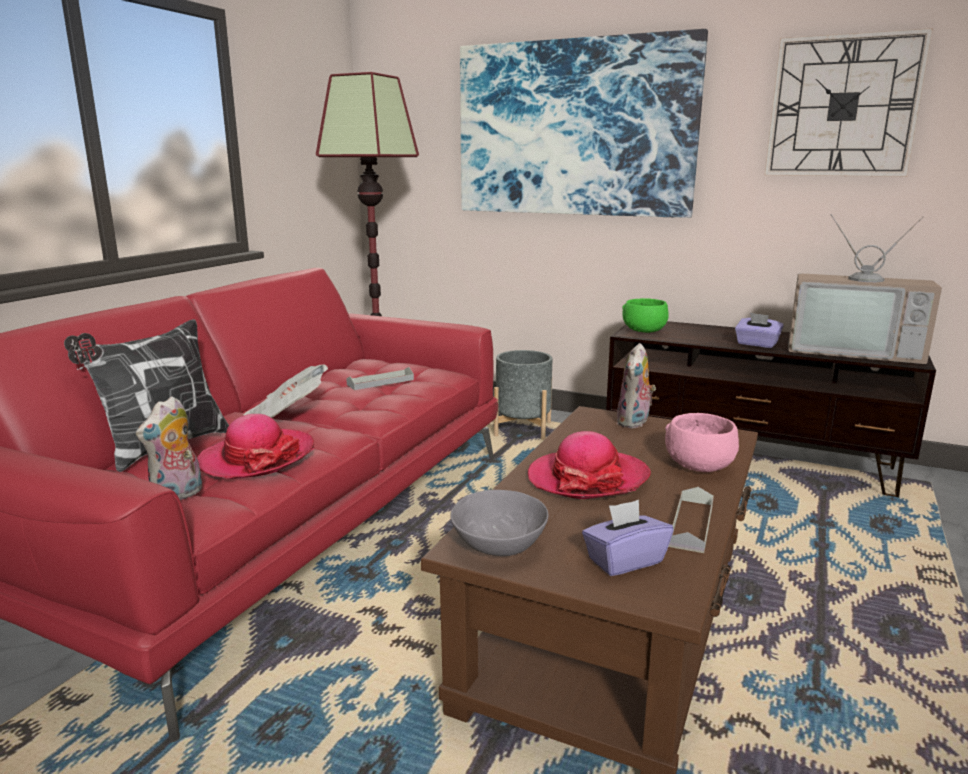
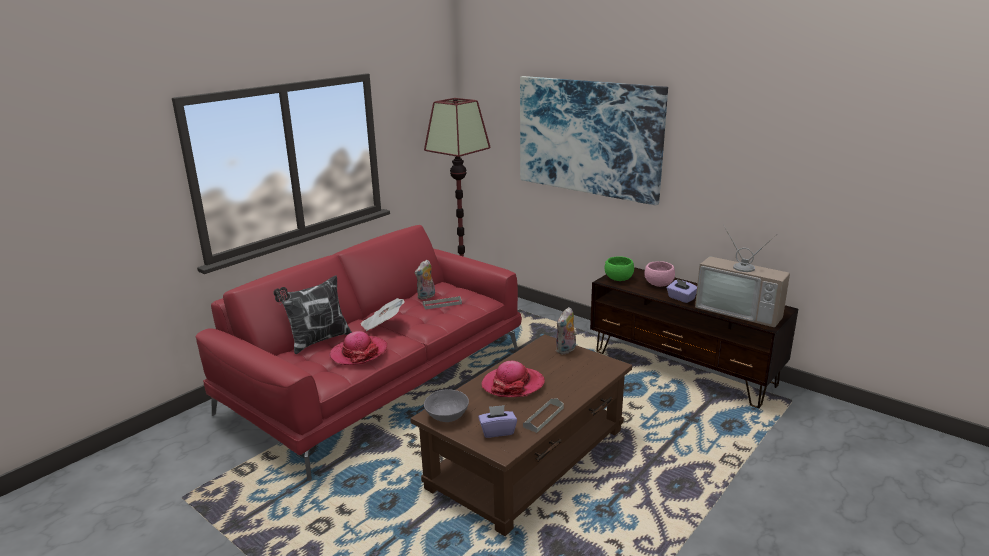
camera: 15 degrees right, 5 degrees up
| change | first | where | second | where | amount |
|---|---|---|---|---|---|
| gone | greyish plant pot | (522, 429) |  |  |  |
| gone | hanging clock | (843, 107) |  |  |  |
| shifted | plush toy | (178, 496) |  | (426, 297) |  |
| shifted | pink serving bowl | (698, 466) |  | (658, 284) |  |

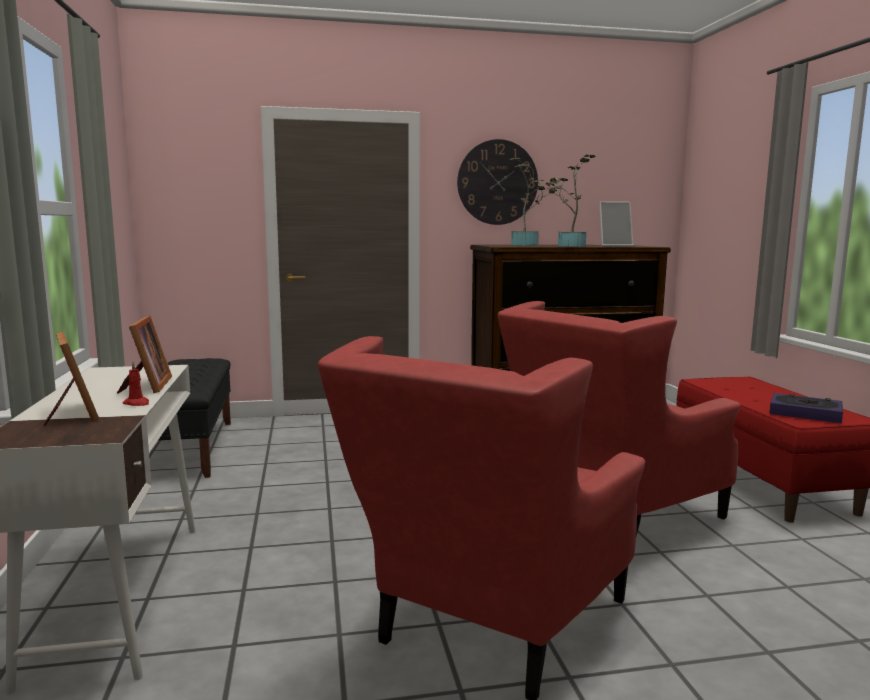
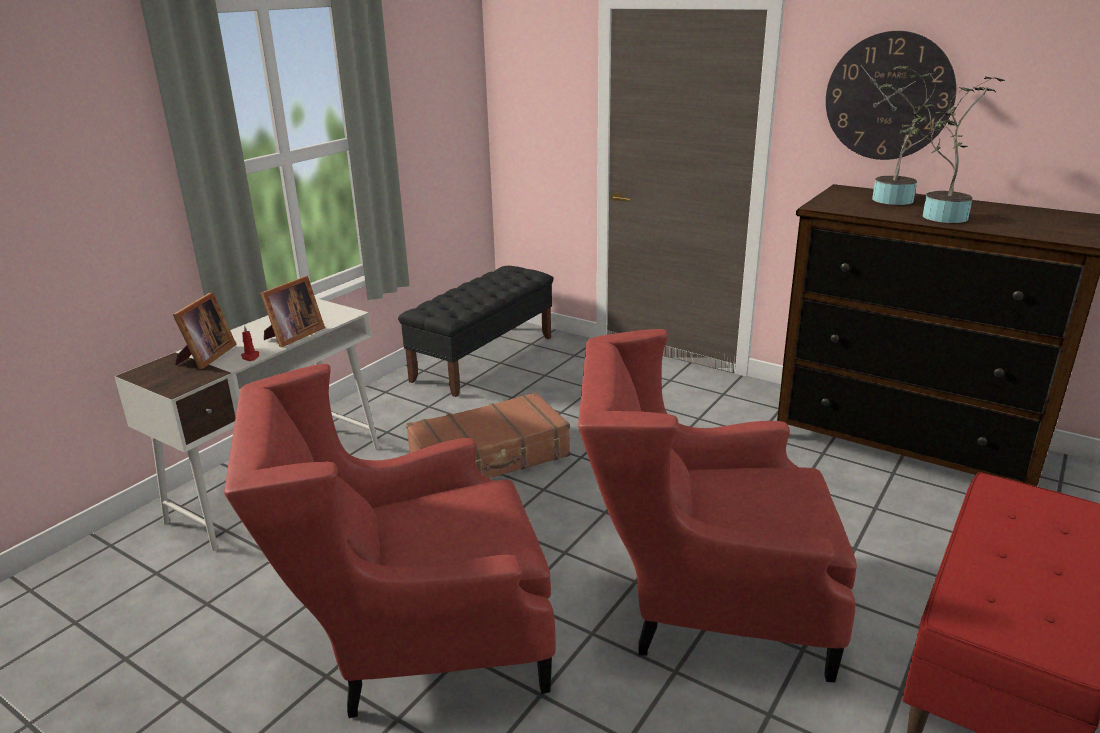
camera: 45 degrees right, 15 degrees up
| change | first | where | second | where | amount |
|---|---|---|---|---|---|
| gone | standing frame | (614, 246) |  |  |  |
| gone | book | (805, 413) |  |  |  |
| new |  |  | brown-coloured suitcase | (490, 457) |  |

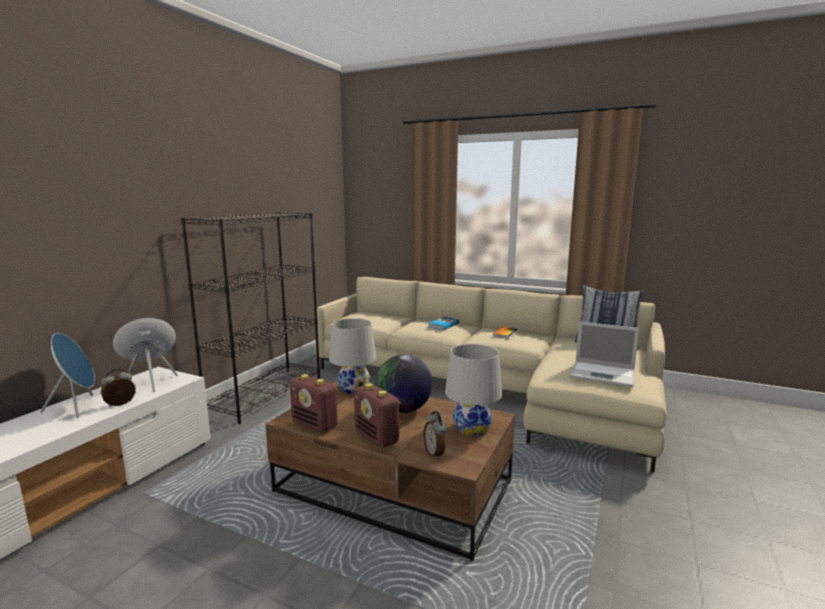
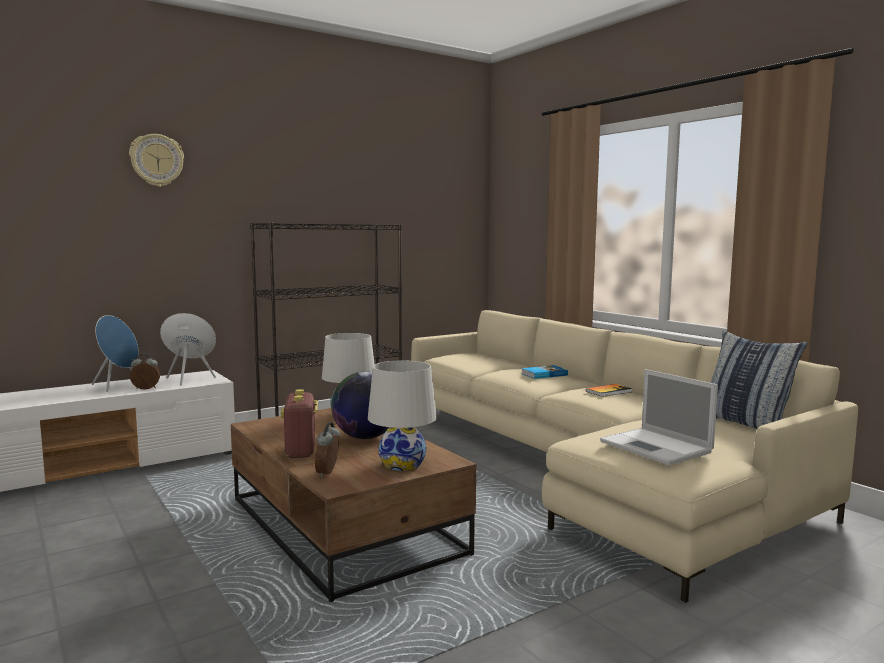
camera: 30 degrees right, 5 degrees down
| change | first | where | second | where | amount |
|---|---|---|---|---|---|
| gone | radio | (315, 425) |  |  |  |
| new |  |  | hanging clock | (156, 160) |  |

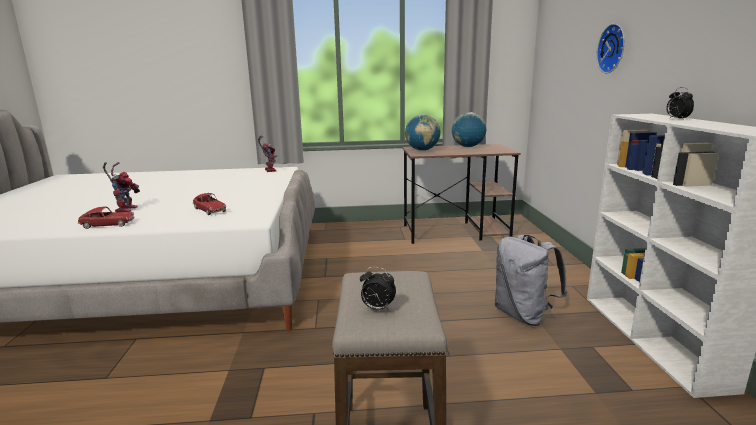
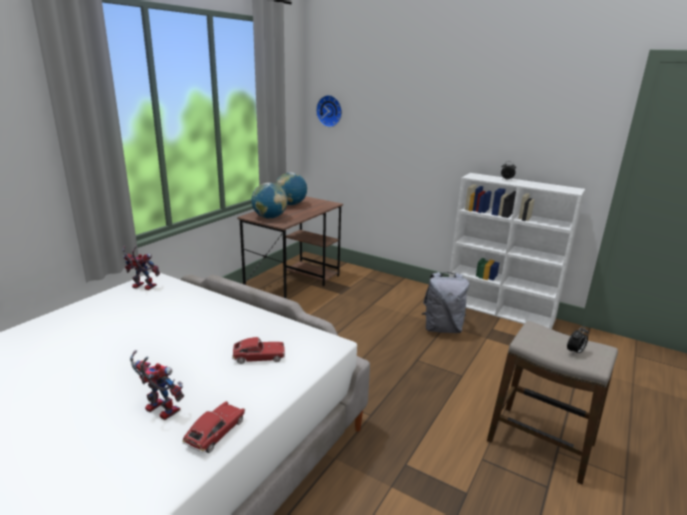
camera: 55 degrees left, 5 degrees up
| change | first | where | second | where | amount |
|---|---|---|---|---|---|
| shifted | hanging clock | (613, 48) |  | (330, 111) |  |

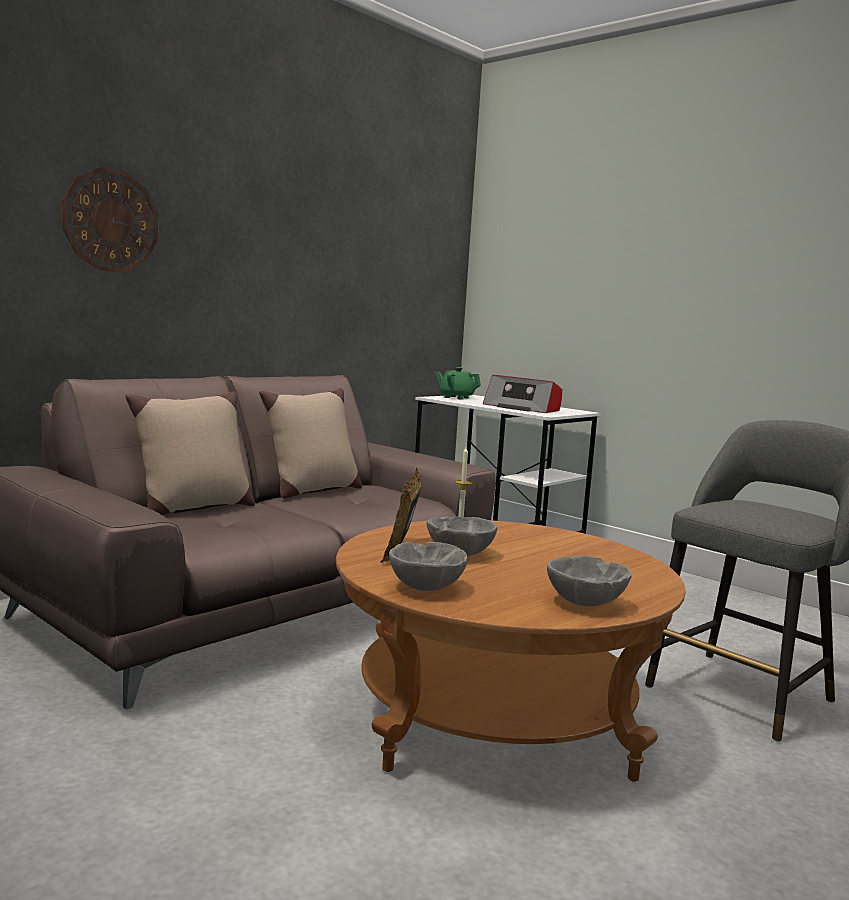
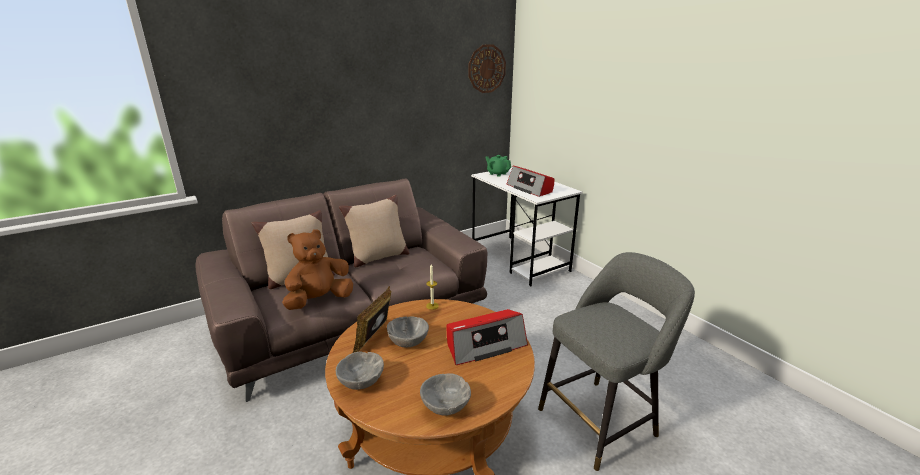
camera: 15 degrees right, 15 degrees up
| change | first | where | second | where | amount |
|---|---|---|---|---|---|
| new |  |  | brown-coloured plush toy | (319, 300) |  |
| new |  |  | radio | (485, 345) |  |
| shifted | hanging clock | (111, 221) |  | (486, 69) |  |

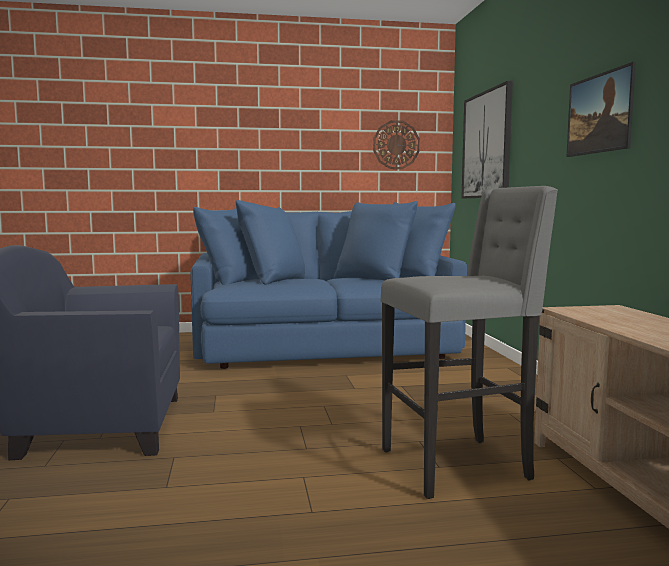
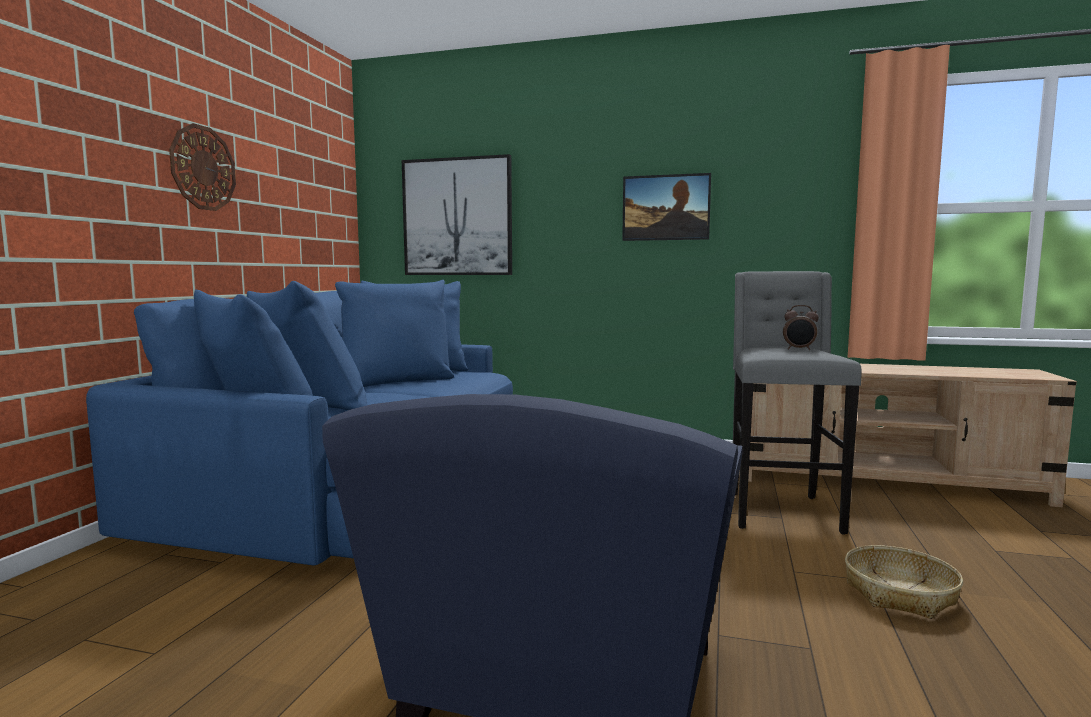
camera: 65 degrees left, 0 degrees up
| change | first | where | second | where | amount |
|---|---|---|---|---|---|
| new |  |  | table clock | (799, 349) |  |
| new |  |  | basket | (900, 593) |  |
| shifted | hanging clock | (396, 145) |  | (203, 168) |  |

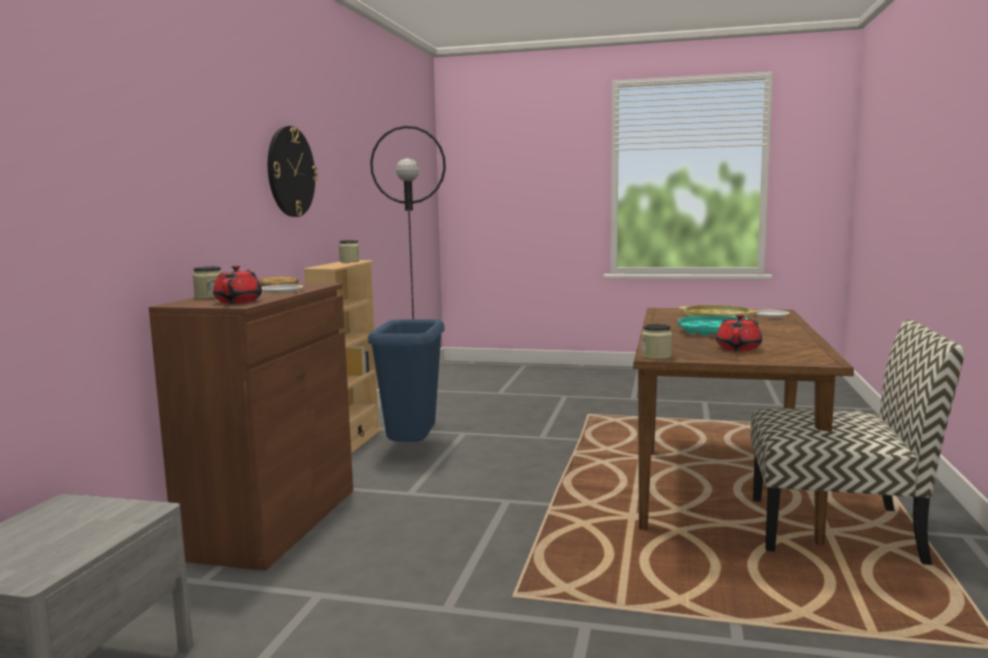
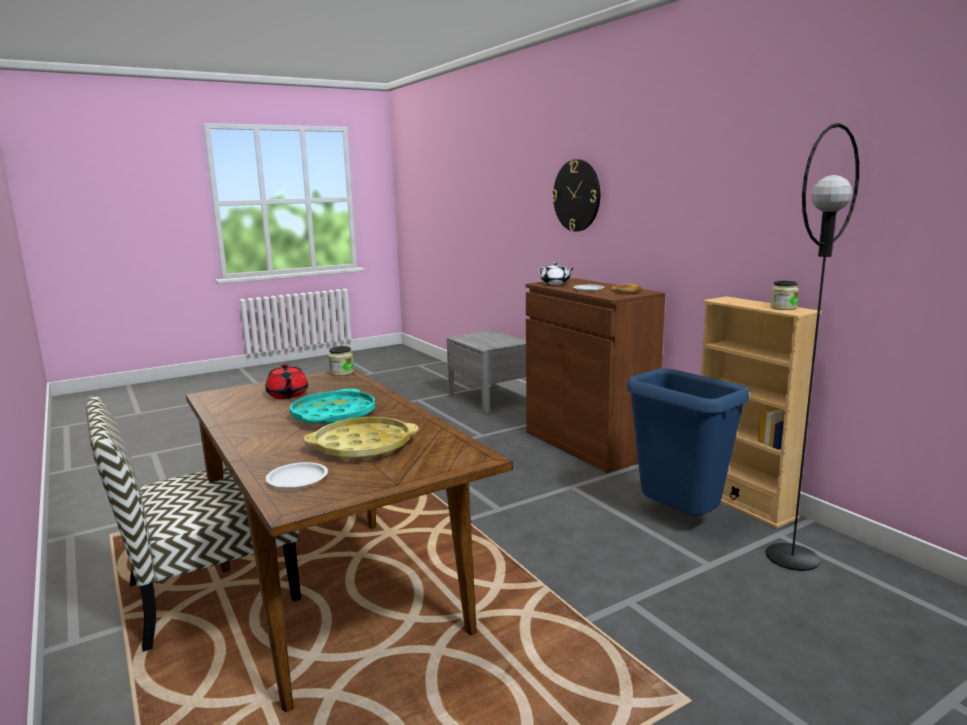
camera: 135 degrees right, 5 degrees up
| change | first | where | second | where | amount |
|---|---|---|---|---|---|
| gone | jar | (209, 297) |  |  |  |
| shifted | hanging clock | (290, 172) |  | (577, 195) |  |
| repainted | reddish pot for tea | (239, 301) | white pot for tea | (555, 284) |  |

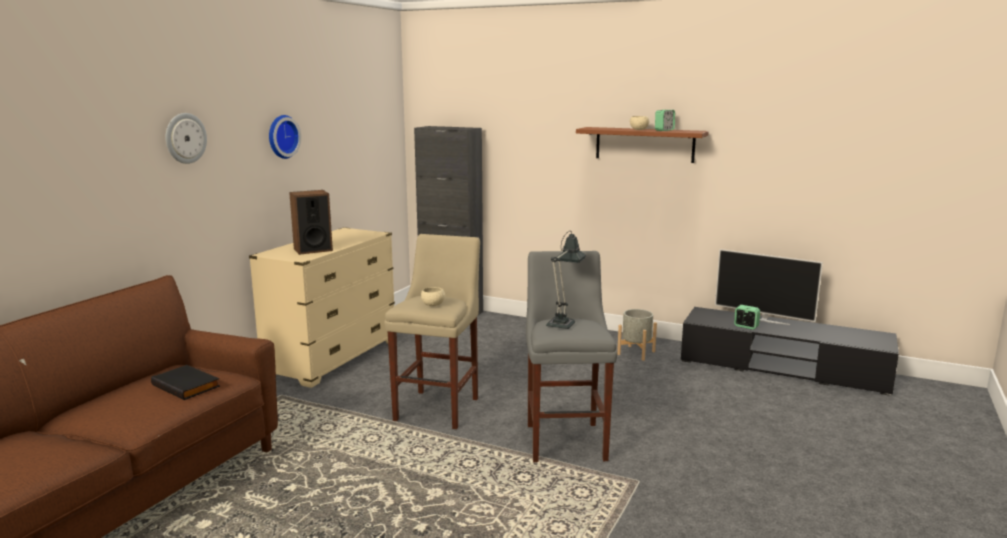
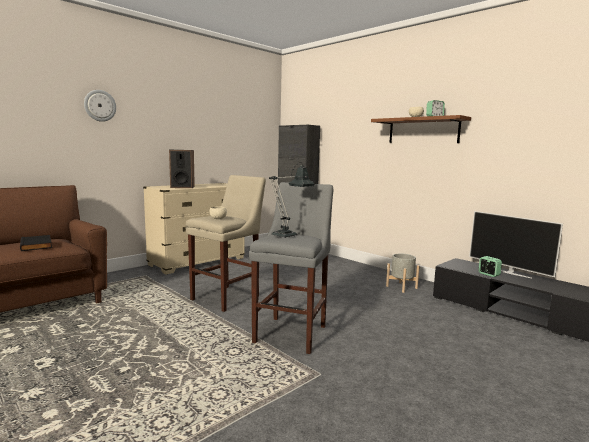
camera: 20 degrees right, 5 degrees down
| change | first | where | second | where | amount |
|---|---|---|---|---|---|
| gone | hanging clock | (281, 136) |  |  |  |

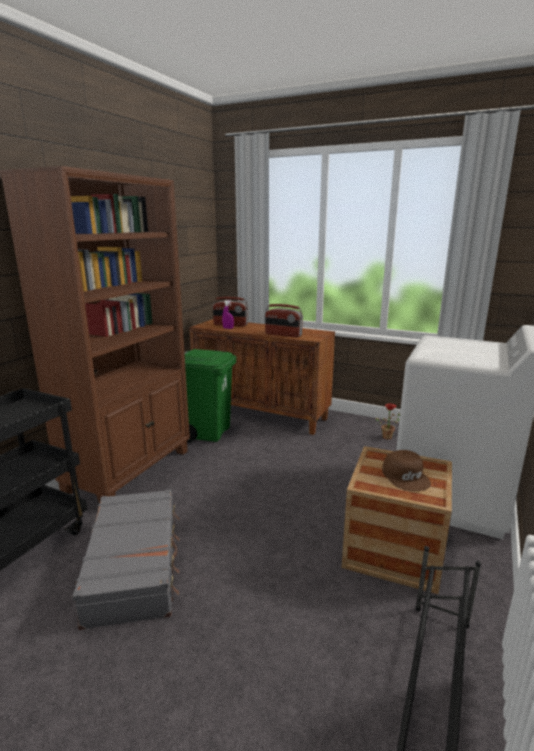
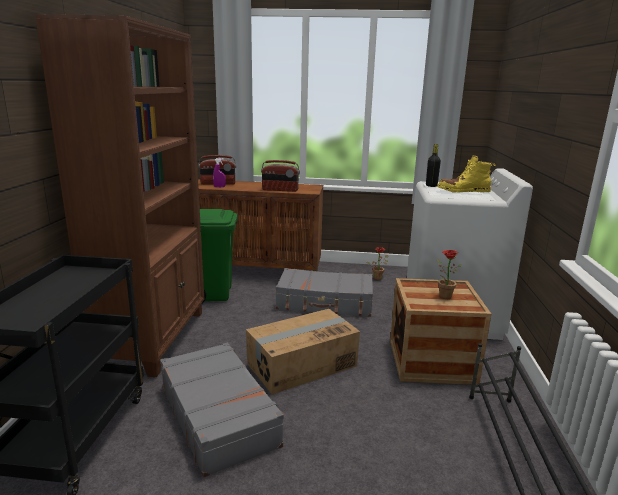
camera: 20 degrees left, 0 degrees up
| change | first | where | second | where | amount |
|---|---|---|---|---|---|
| new |  |  | carton | (301, 364) |  |
| new |  |  | greyish suitcase | (325, 303) |  |
| new |  |  | black-coloured drink bottle | (431, 186) |  |
| new |  |  | yellowish boot | (463, 191) |  |
| swapped | brown-coloured baseball cap | (406, 476) | potted plant | (443, 295) |  |

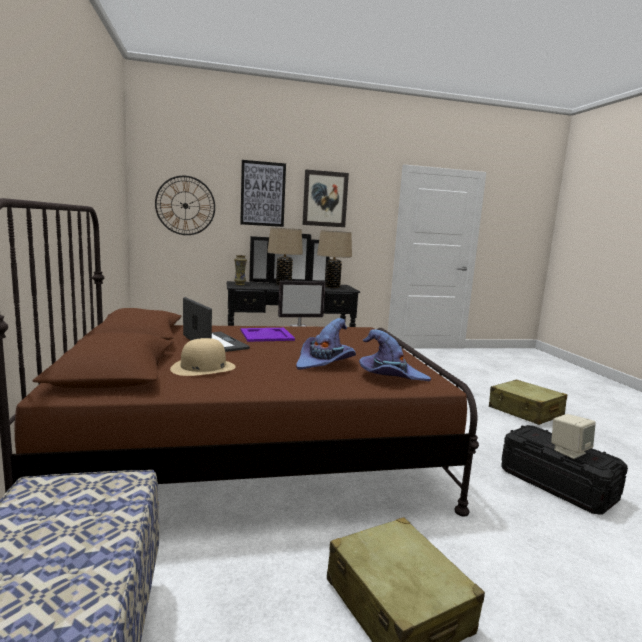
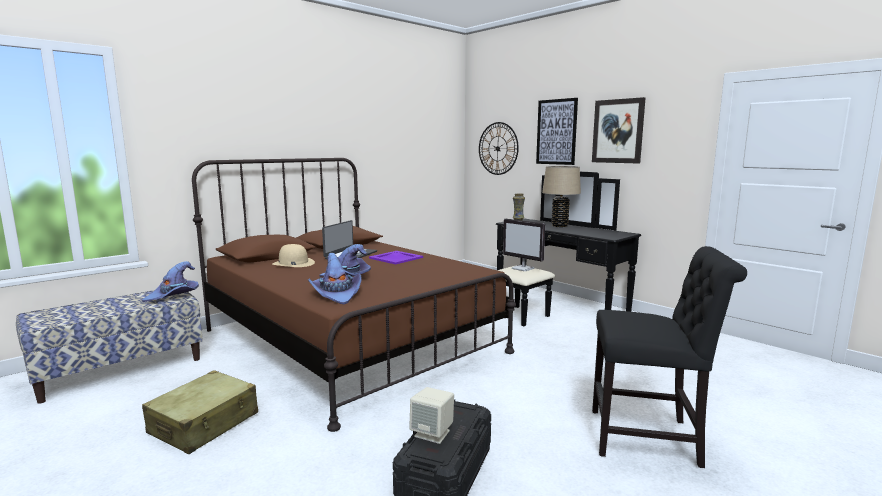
camera: 60 degrees right, 0 degrees up
| change | first | where | second | where | amount |
|---|---|---|---|---|---|
| gone | beige-coloured tabletop lamp | (332, 287) |  |  |  |
| new |  |  | purple wearable hat | (174, 296) |  |
| swapped | beige-coloured suitcase | (525, 412) | black-coloured chair | (650, 438) |  |

